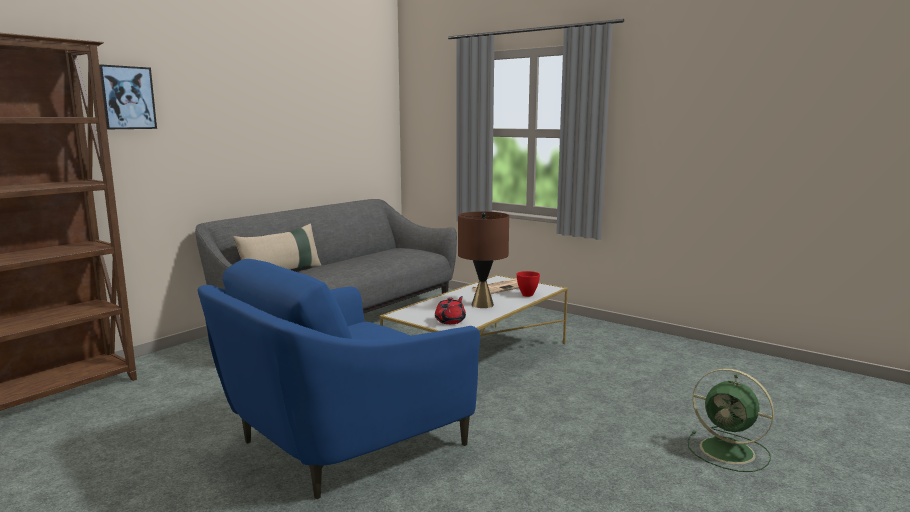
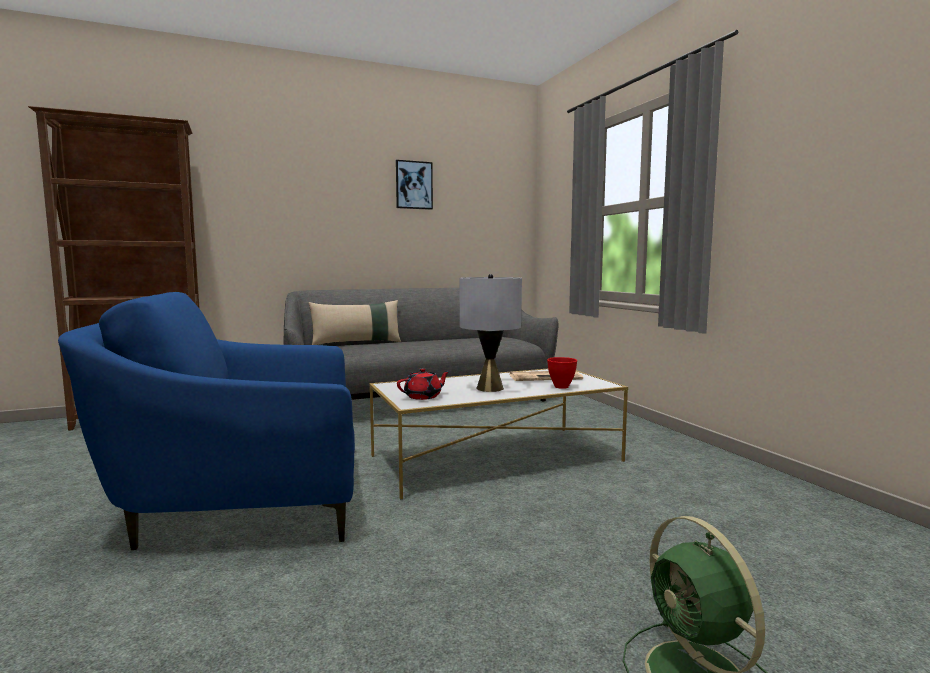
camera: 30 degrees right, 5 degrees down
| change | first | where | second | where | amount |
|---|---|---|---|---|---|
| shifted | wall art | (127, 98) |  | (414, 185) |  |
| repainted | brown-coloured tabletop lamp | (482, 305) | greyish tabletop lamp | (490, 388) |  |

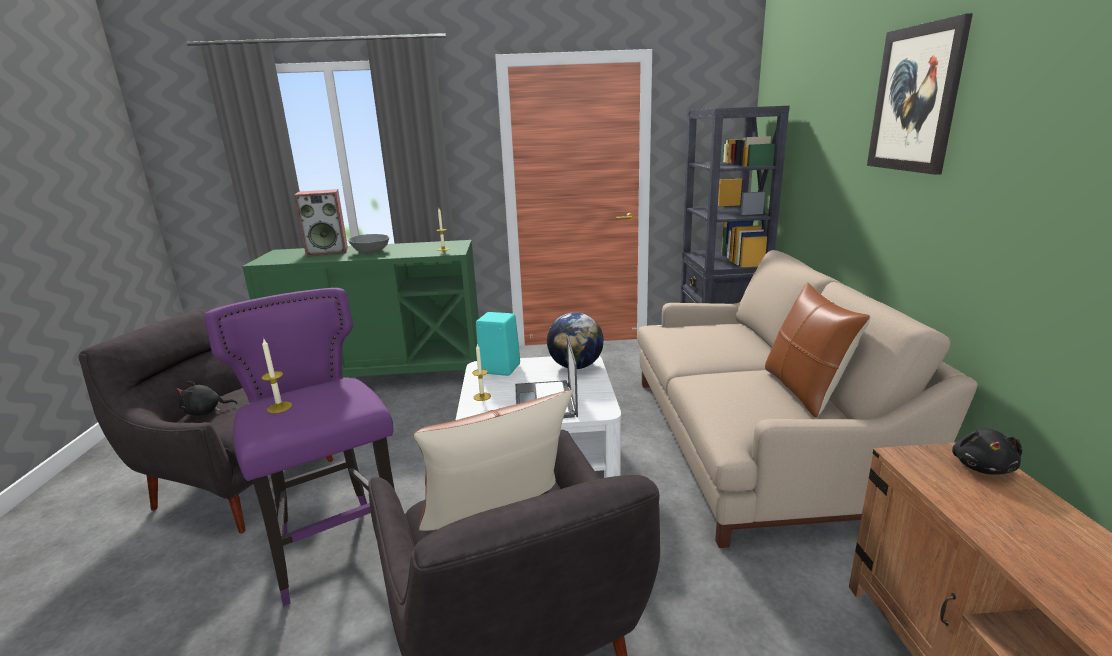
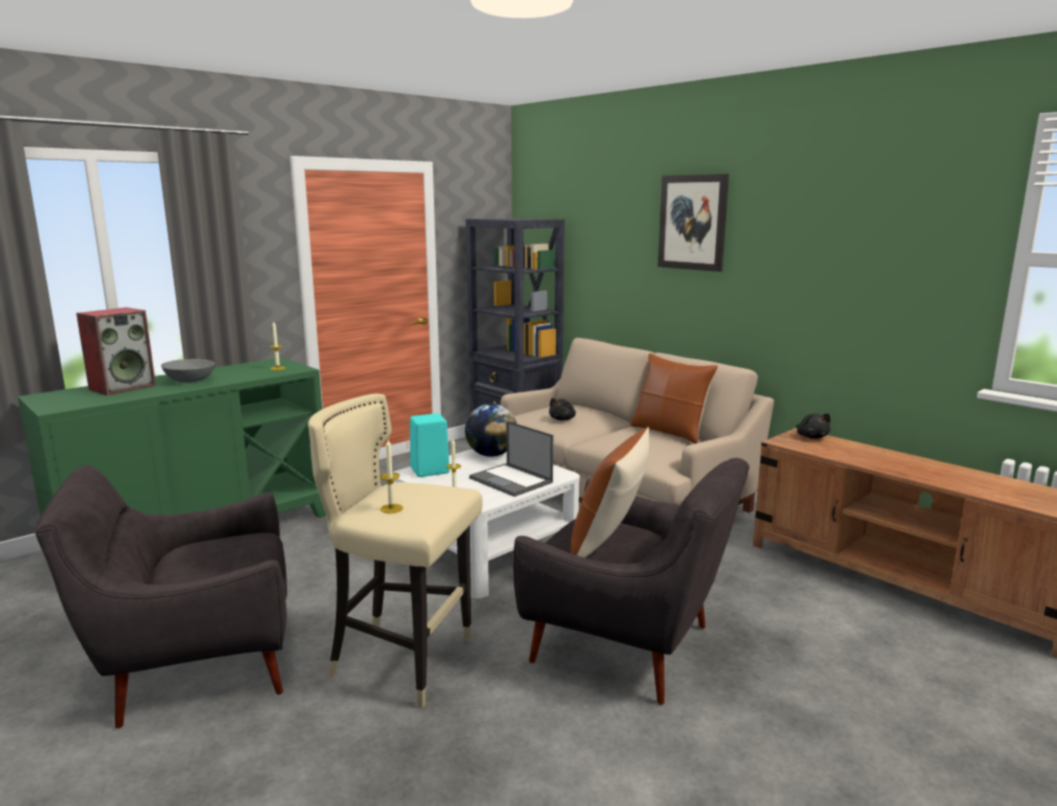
camera: 40 degrees left, 5 degrees down
| change | first | where | second | where | amount |
|---|---|---|---|---|---|
| shifted | black-coloured plush toy | (205, 412) |  | (563, 419) |  |
| repainted | purple sitting stool | (337, 549) | beige-coloured sitting stool | (404, 661) |  |

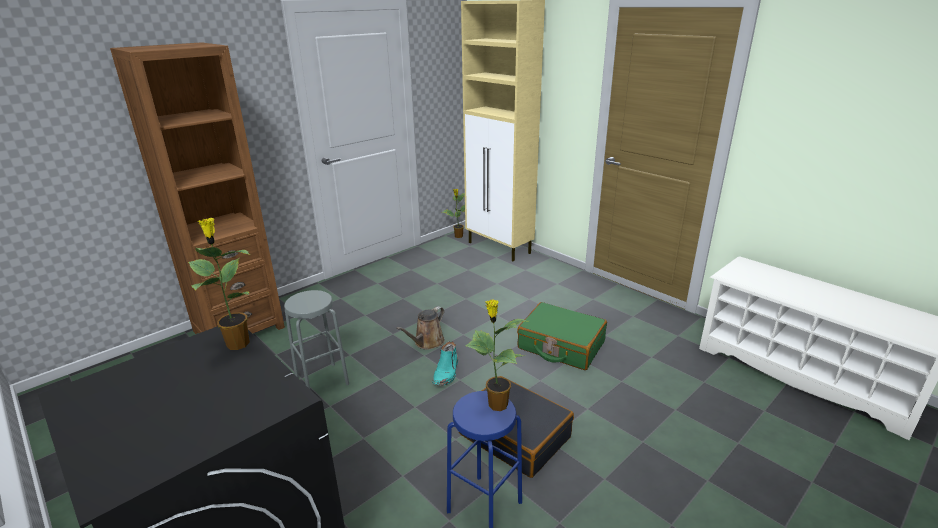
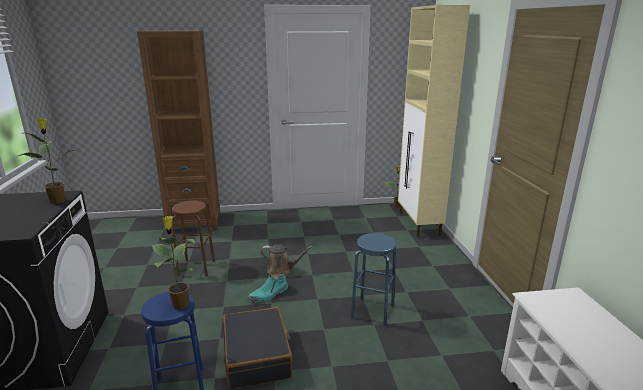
camera: 35 degrees right, 5 degrees down
| change | first | where | second | where | amount |
|---|---|---|---|---|---|
| swapped | green suitcase | (560, 345) | blue sitting stool | (373, 312) |  |
| repainted | greyish sitting stool | (322, 381) | brown-coloured sitting stool | (196, 268) |  |
| rotated | brown-coloured watering can | (427, 342) |  | (282, 270) | 150 degrees counterclockwise |

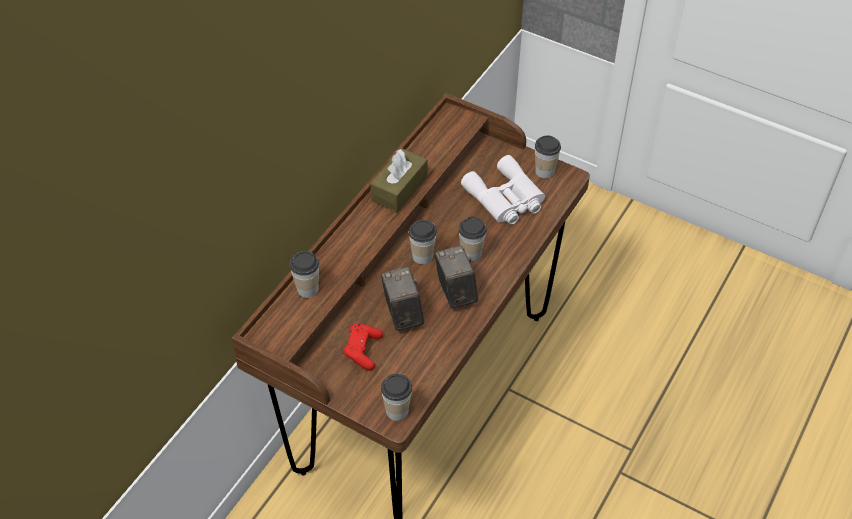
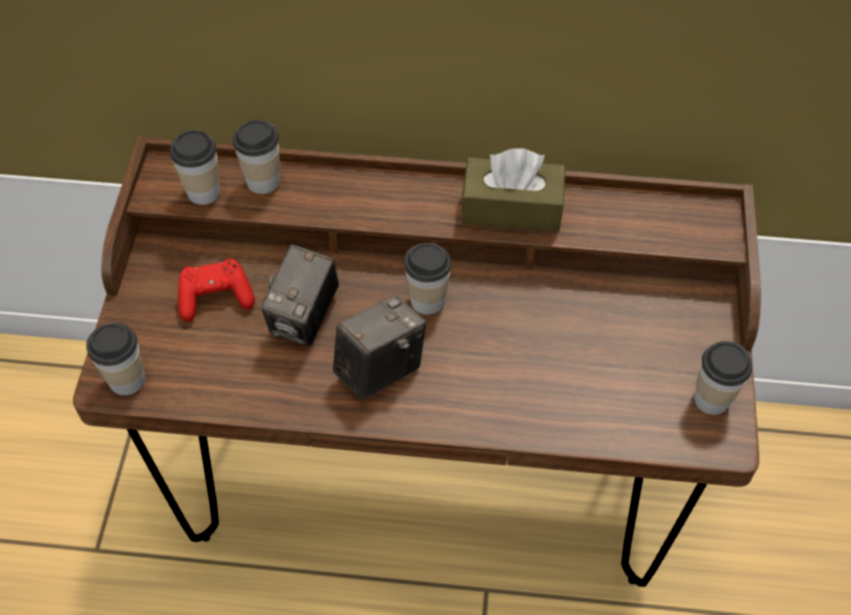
camera: 65 degrees right, 5 degrees up
| change | first | where | second | where | amount |
|---|---|---|---|---|---|
| gone | white field glasses | (505, 199) |  |  |  |
| shifted | drinking cup | (471, 253) |  | (203, 191) |  |
| rotated | photo camera | (402, 313) |  | (305, 318) | 150 degrees clockwise |

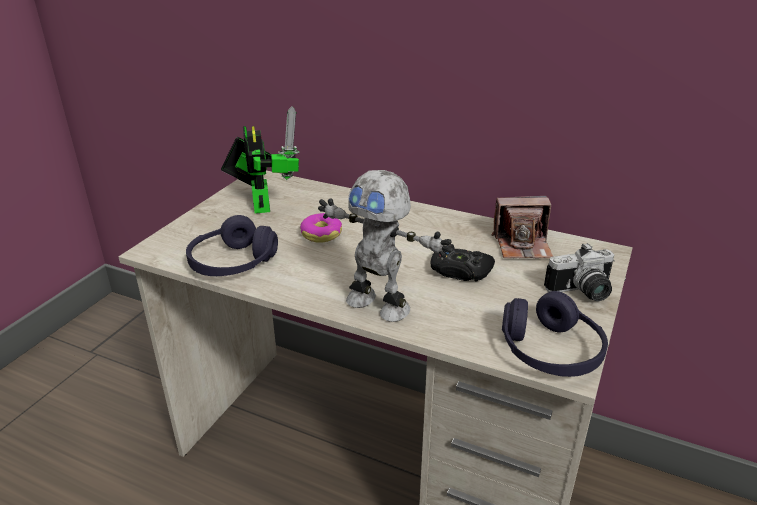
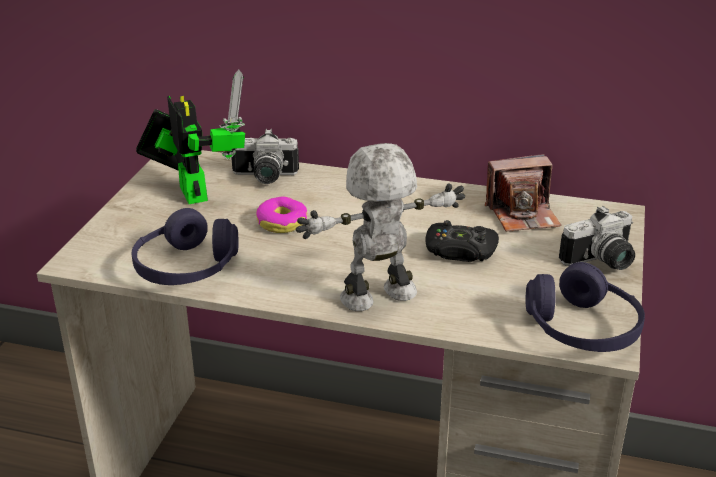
camera: 10 degrees left, 0 degrees up
| change | first | where | second | where | amount |
|---|---|---|---|---|---|
| new |  |  | photo camera | (264, 177) |  |
| rotated | robot figure | (379, 304) |  | (380, 298) | 135 degrees clockwise |

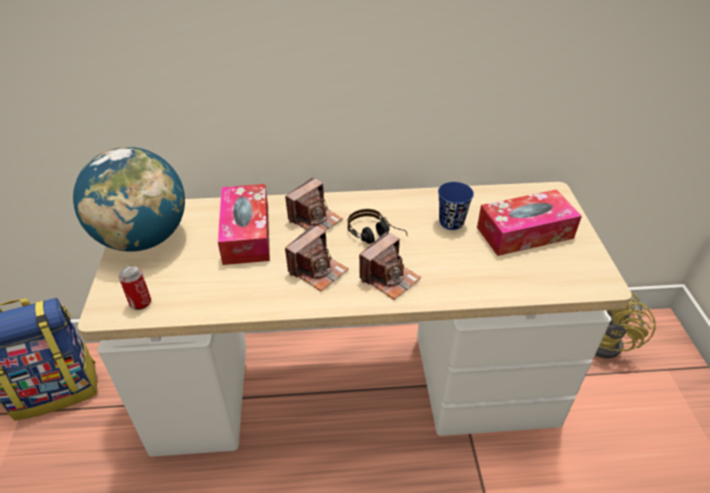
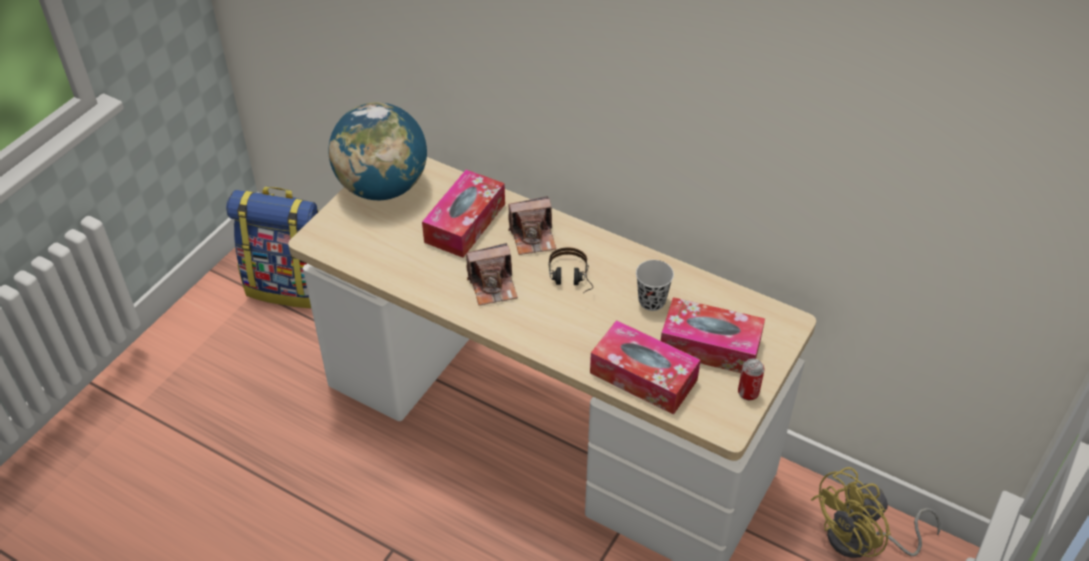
camera: 35 degrees right, 5 degrees up
| change | first | where | second | where | amount |
|---|---|---|---|---|---|
| gone | photo camera | (389, 278) |  |  |  |
| new |  |  | tissue box | (643, 376) |  |
| shifted | sealed can | (140, 303) |  | (748, 393) |  |
| repainted | blue drinking cup | (451, 222) | black-coloured drinking cup | (652, 301) |  |

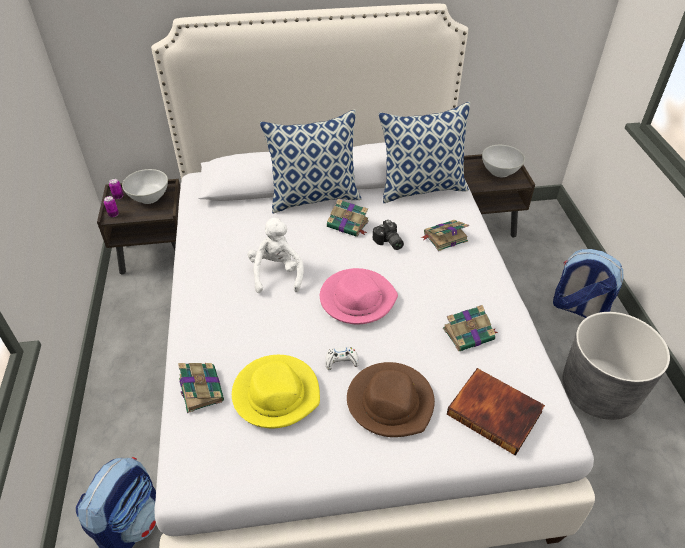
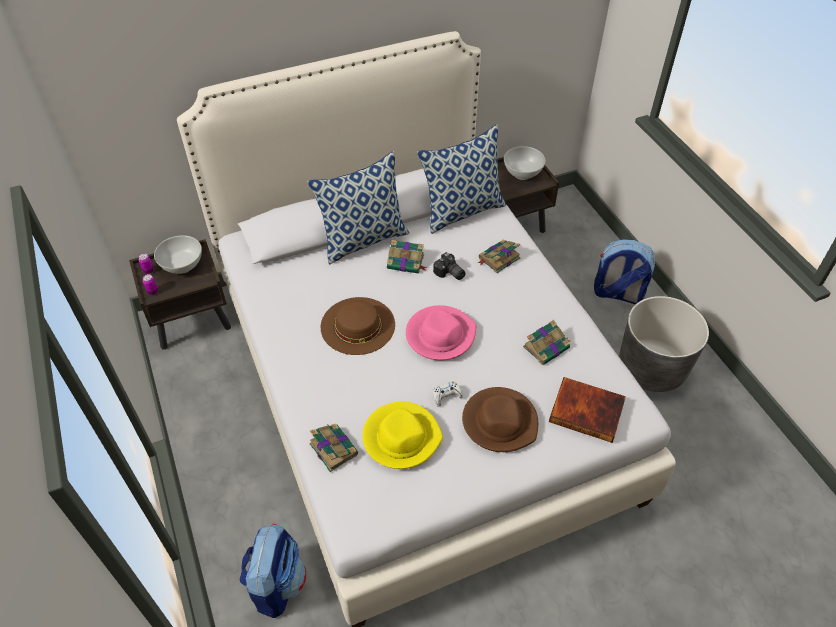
camera: 15 degrees left, 5 degrees up
| change | first | where | second | where | amount |
|---|---|---|---|---|---|
| swapped | white plush toy | (277, 273) | brown-coloured wearable hat | (358, 325) |  |

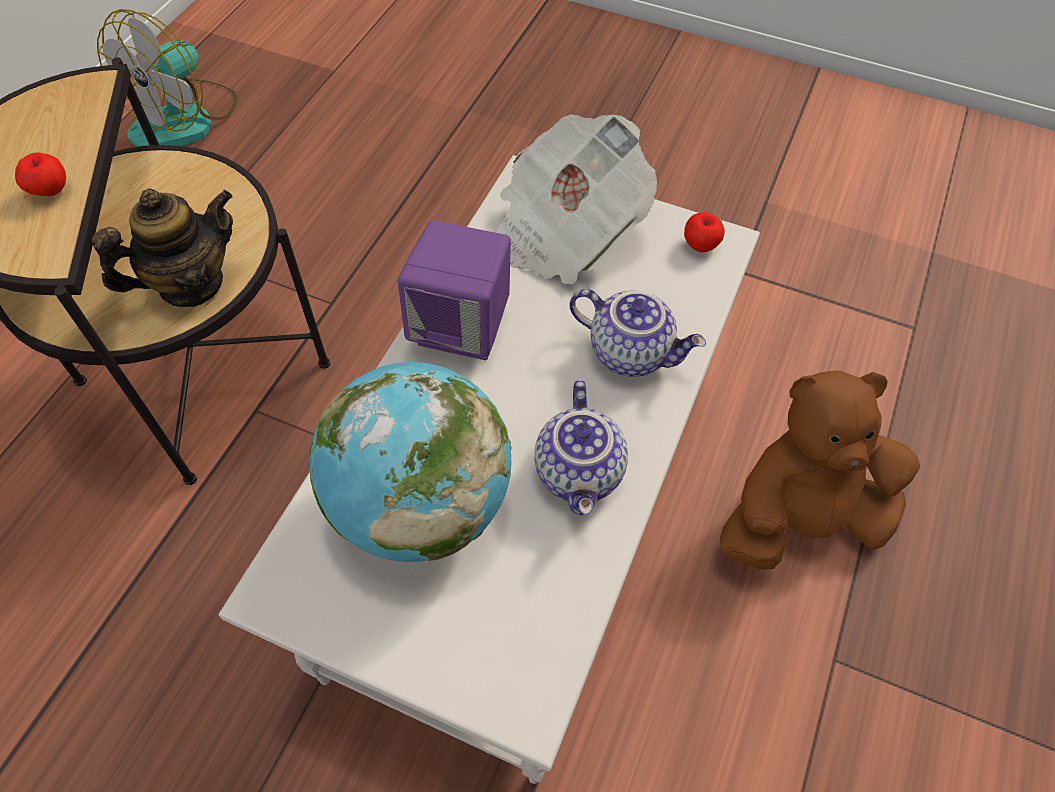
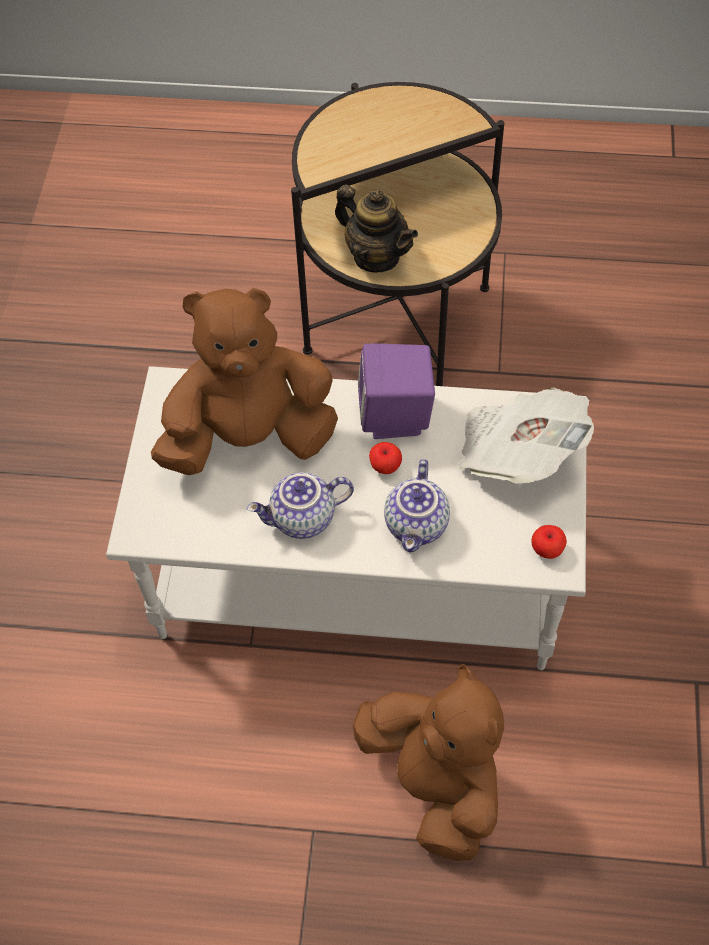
camera: 75 degrees right, 0 degrees up
| change | first | where | second | where | amount |
|---|---|---|---|---|---|
| gone | fan | (186, 118) |  |  |  |
| shifted | apple | (50, 191) |  | (385, 466) |  |
| swapped | globe | (420, 504) | brown-coloured plush toy | (249, 437) |  |

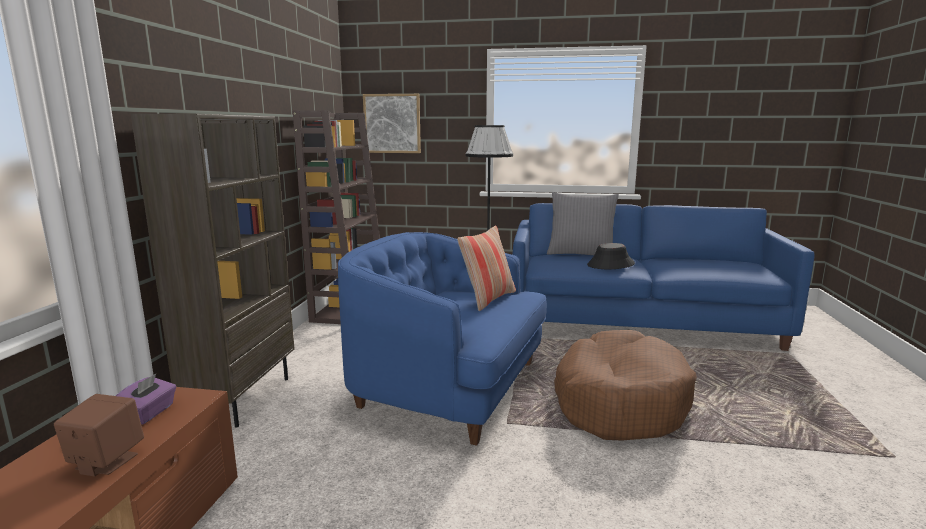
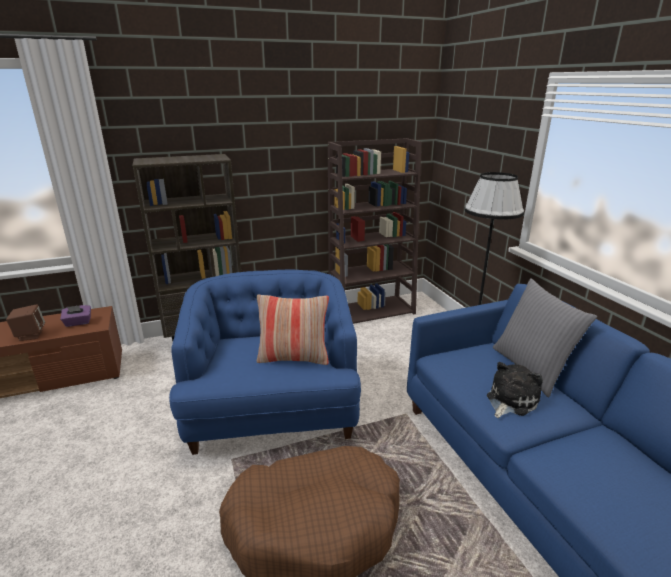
camera: 60 degrees right, 10 degrees up
| change | first | where | second | where | amount |
|---|---|---|---|---|---|
| gone | wall art | (392, 123) |  |  |  |
| swapped | black-coloured wearable hat | (610, 264) | plush toy | (510, 400) |  |

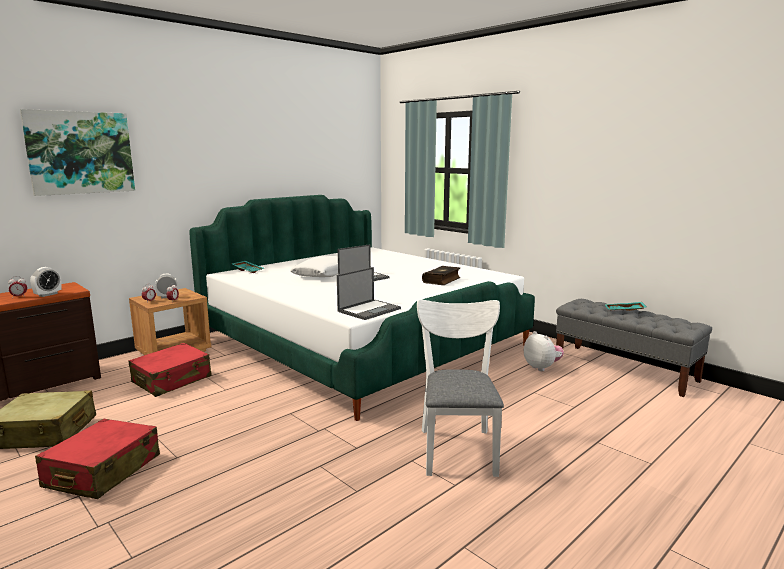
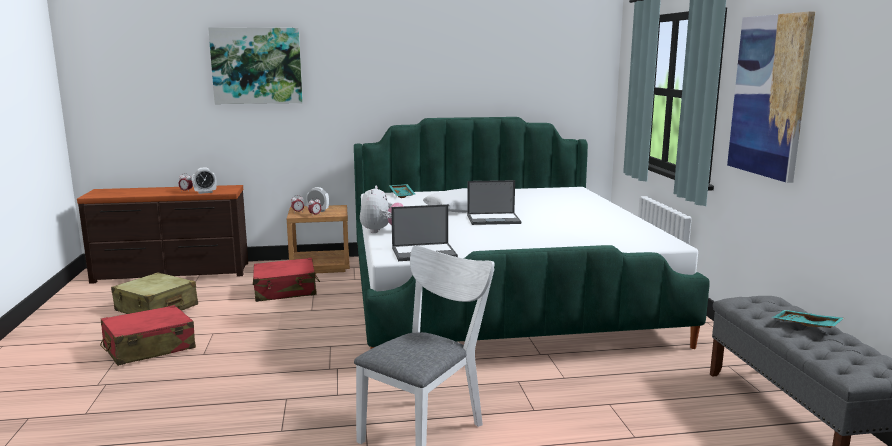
camera: 35 degrees right, 0 degrees up
| change | first | where | second | where | amount |
|---|---|---|---|---|---|
| gone | book | (442, 280) |  |  |  |
| new |  |  | wall art | (769, 96) |  |
| shifted | plush toy | (542, 367) |  | (381, 231) |  |

